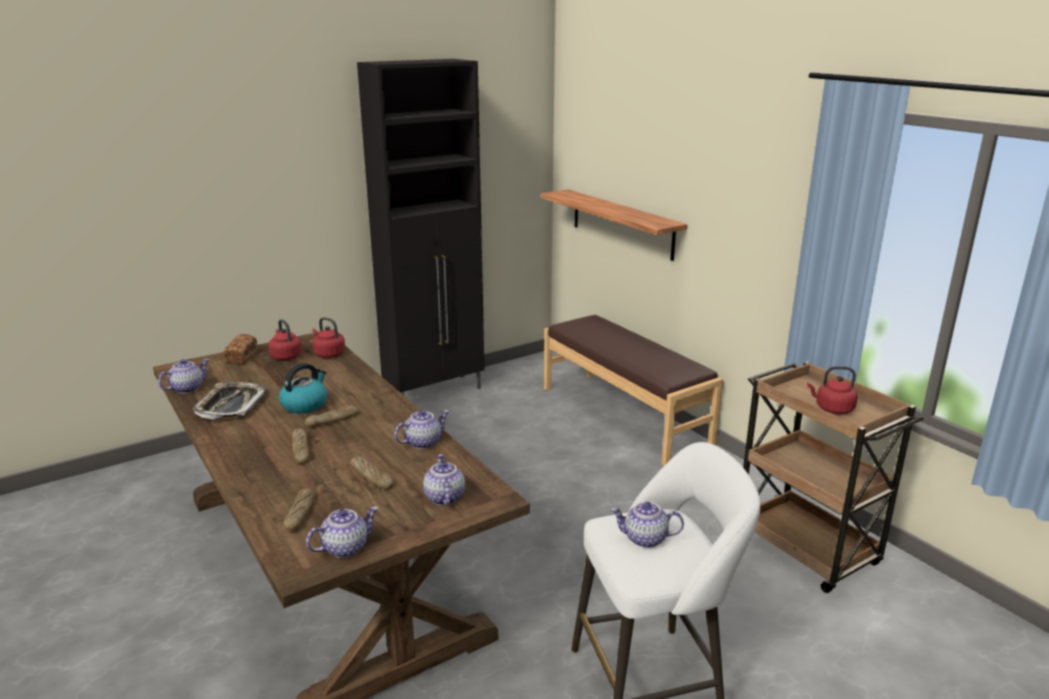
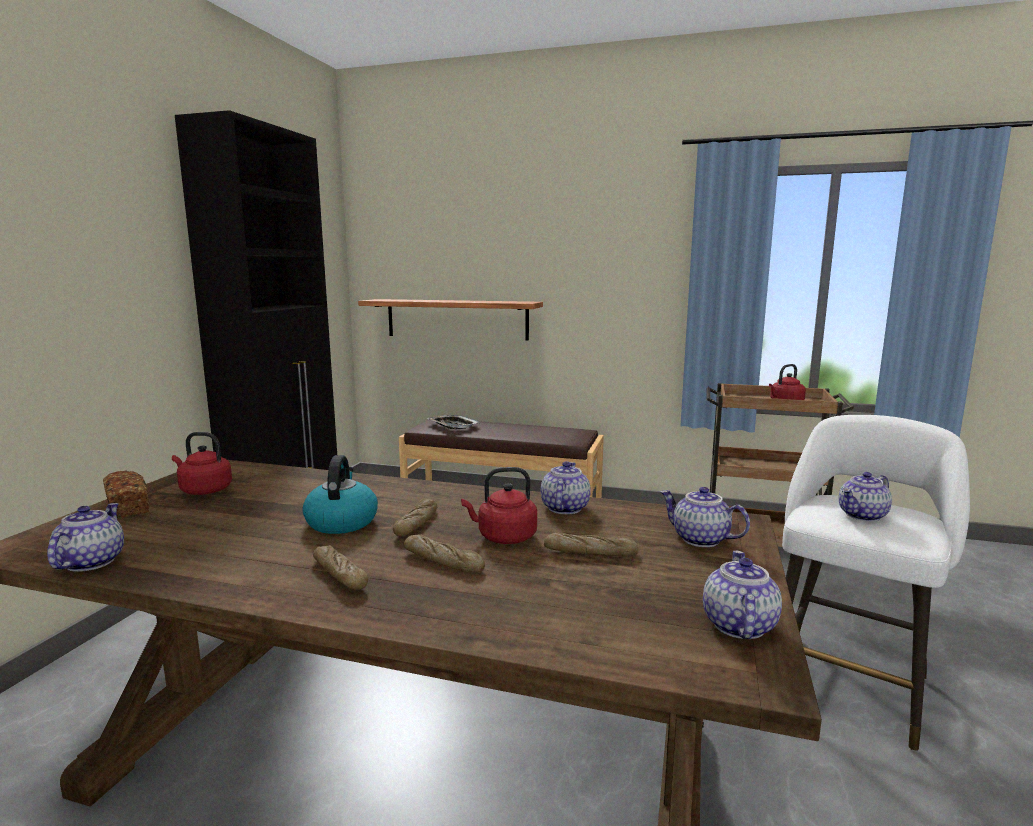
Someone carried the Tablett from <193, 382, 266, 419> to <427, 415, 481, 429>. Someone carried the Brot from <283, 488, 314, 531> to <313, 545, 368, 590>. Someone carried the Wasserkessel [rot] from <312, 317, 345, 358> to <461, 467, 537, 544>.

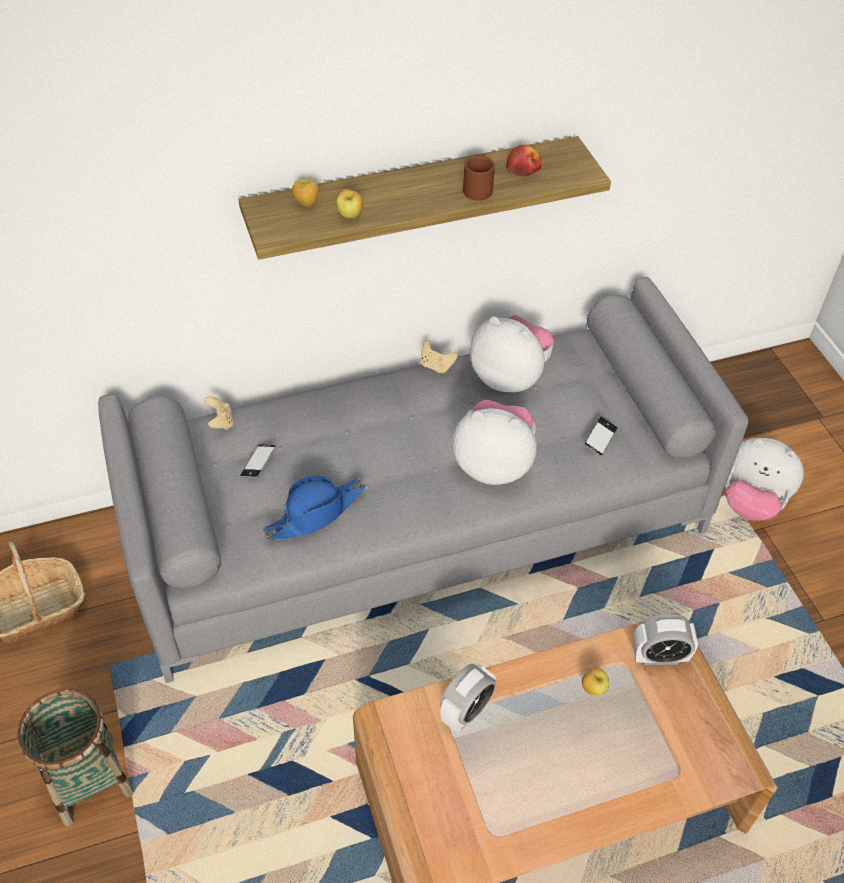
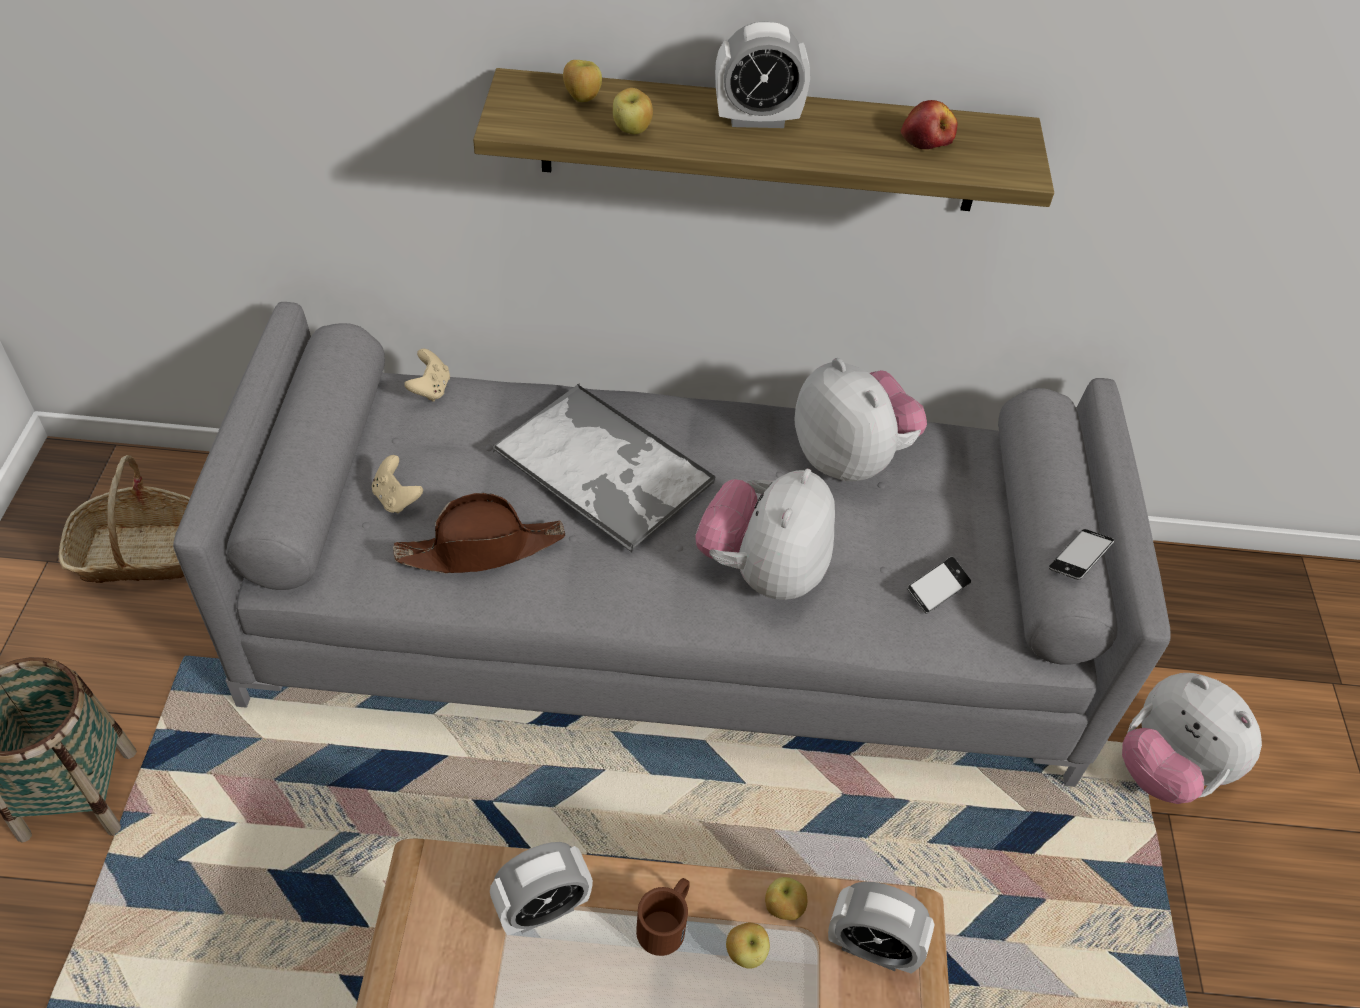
Someone put down the Tablett at <493, 383, 716, 552>. Someone put down the Wecker at <715, 21, 810, 128>. Someone put down the Apfel at <765, 877, 807, 920>. Someone carried the Handy from <240, 444, 276, 478> to <1049, 529, 1114, 580>. Someone carried the Gamepad [beige] from <421, 340, 458, 373> to <372, 455, 423, 514>. Someone carried the Henkelbecher [braun] from <463, 154, 495, 201> to <636, 878, 690, 956>. Someone repainted the Hut [blau] at <263, 475, 365, 540>, which became the Hut [braun] at <393, 493, 566, 573>. Someone rotated the Plüschtier at <452, 400, 537, 485> by 105 degrees counterclockwise.

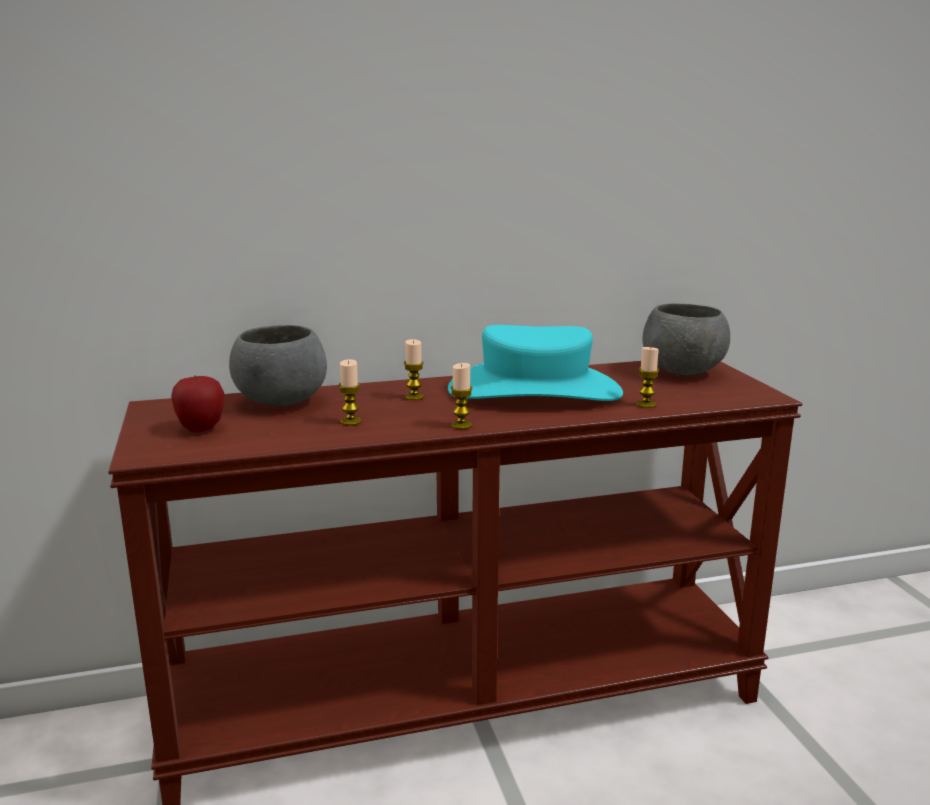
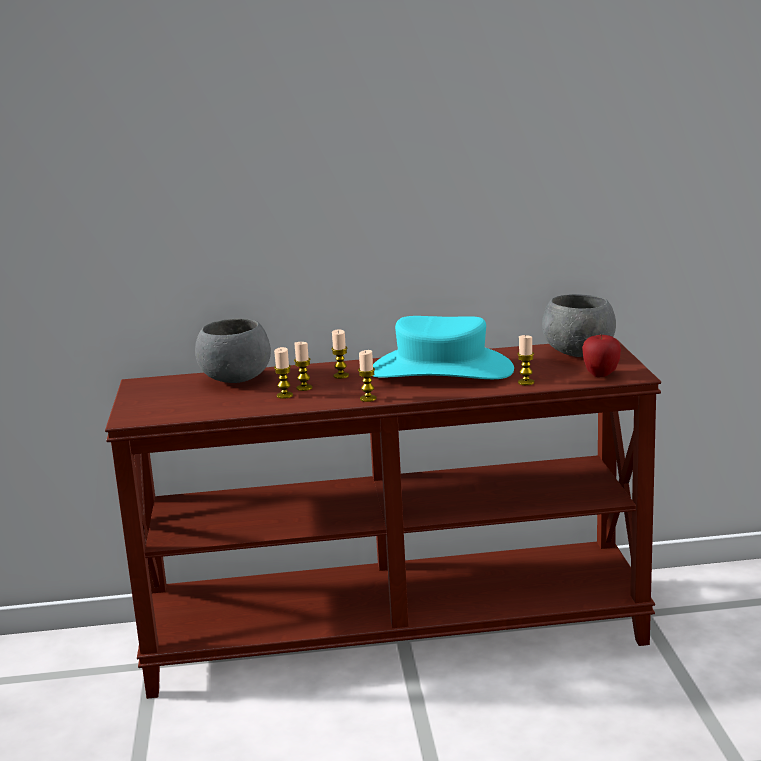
Someone put down the Kerze at <294, 342, 312, 391>. Someone carried the Apfel from <171, 375, 224, 432> to <582, 335, 621, 377>.

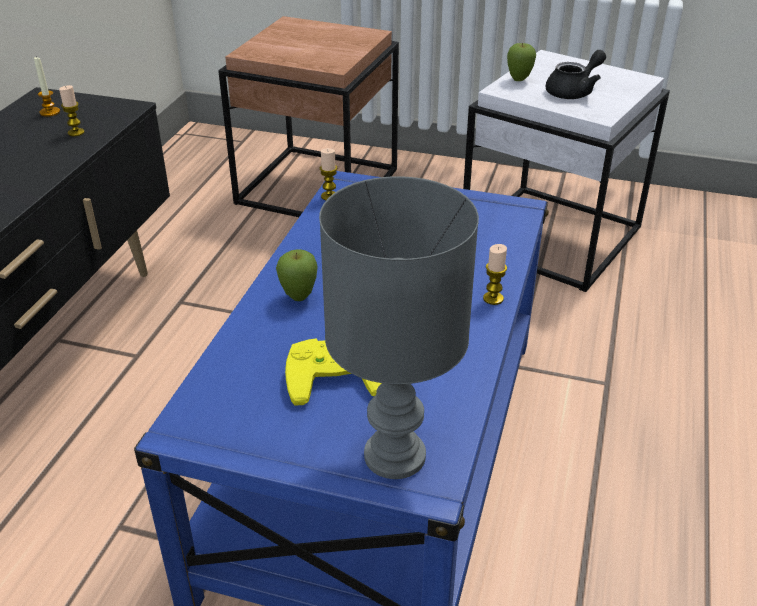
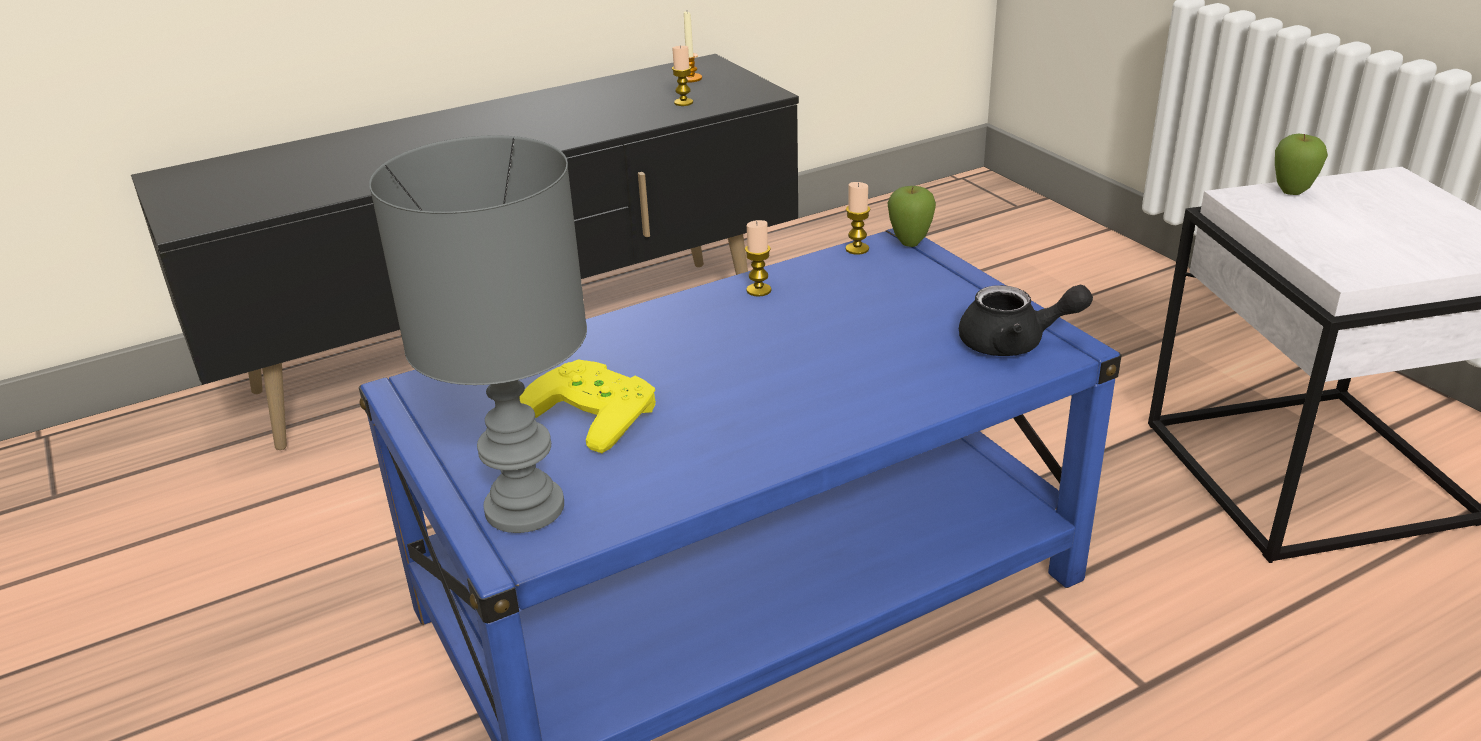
Someone took away the Beistelltisch [braun] at <218, 16, 399, 217>. Someone carried the Apfel from <276, 250, 318, 301> to <888, 186, 936, 247>. Someone carried the Kerze from <483, 244, 507, 305> to <745, 220, 771, 297>. Someone carried the Teekanne [schwarz] from <546, 50, 606, 99> to <959, 285, 1093, 356>.

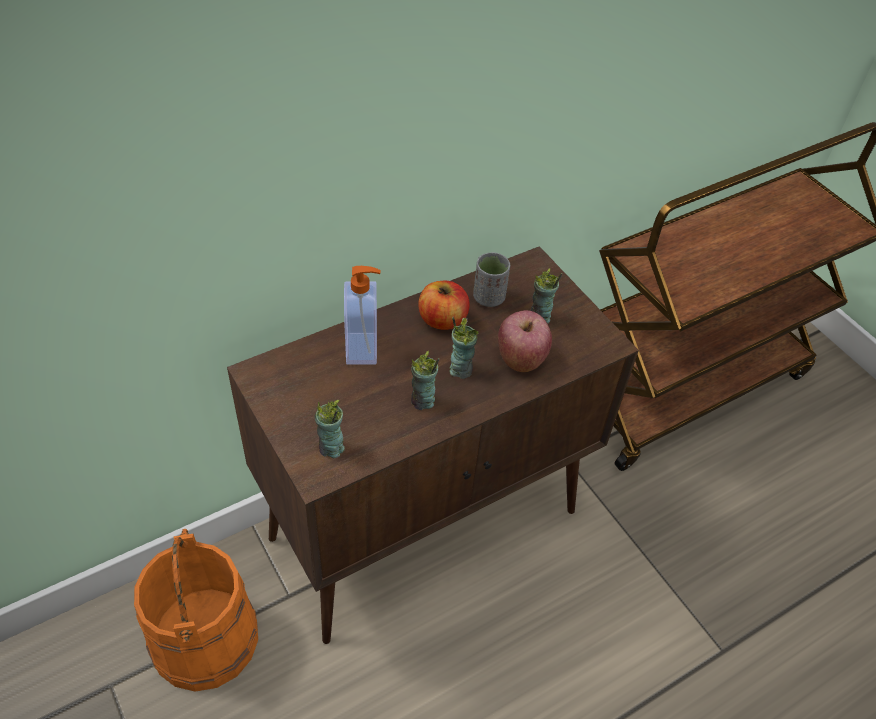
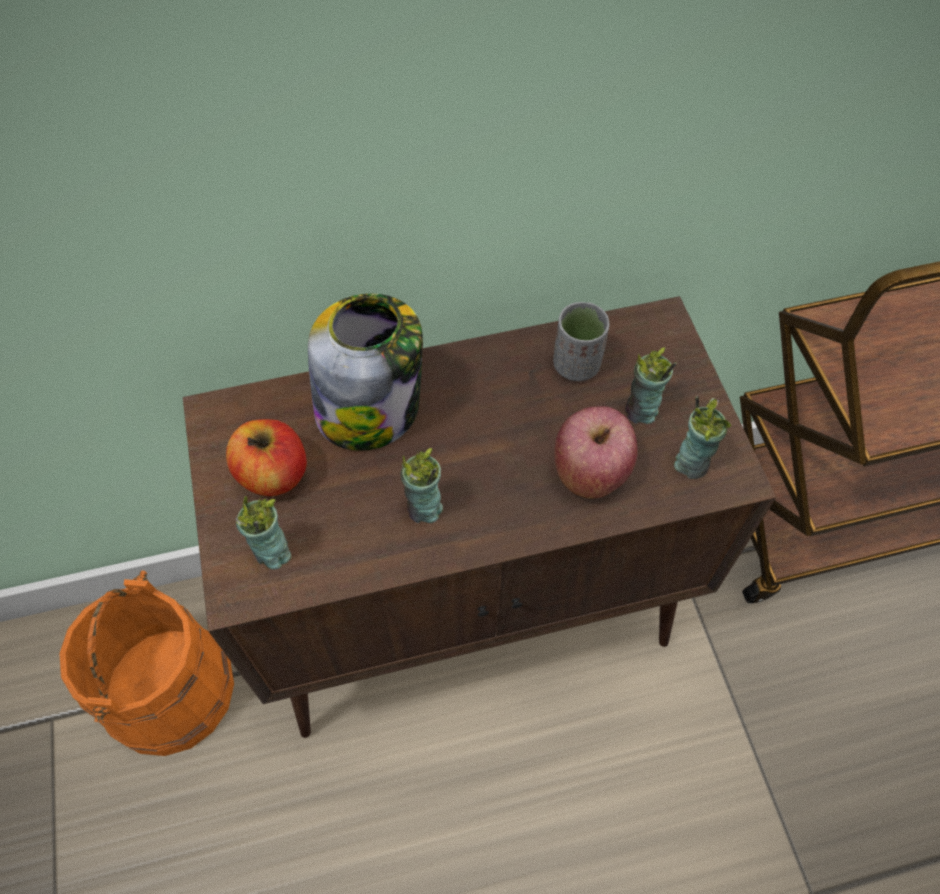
Someone carried the Apfel from <418, 281, 470, 330> to <226, 419, 307, 496>. Someone carried the Tasse from <449, 317, 479, 379> to <674, 396, 731, 479>. Someone swapped the Seifenspender at <344, 266, 380, 365> for the Vorratsglas at <308, 293, 423, 451>.

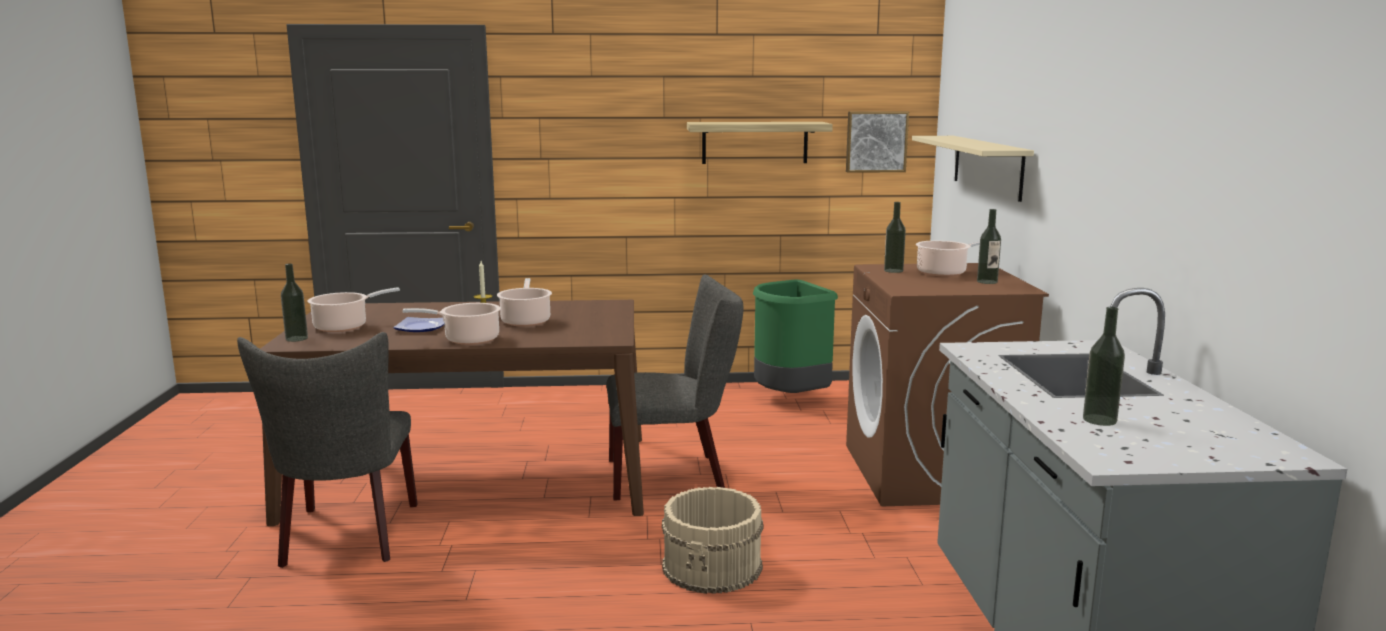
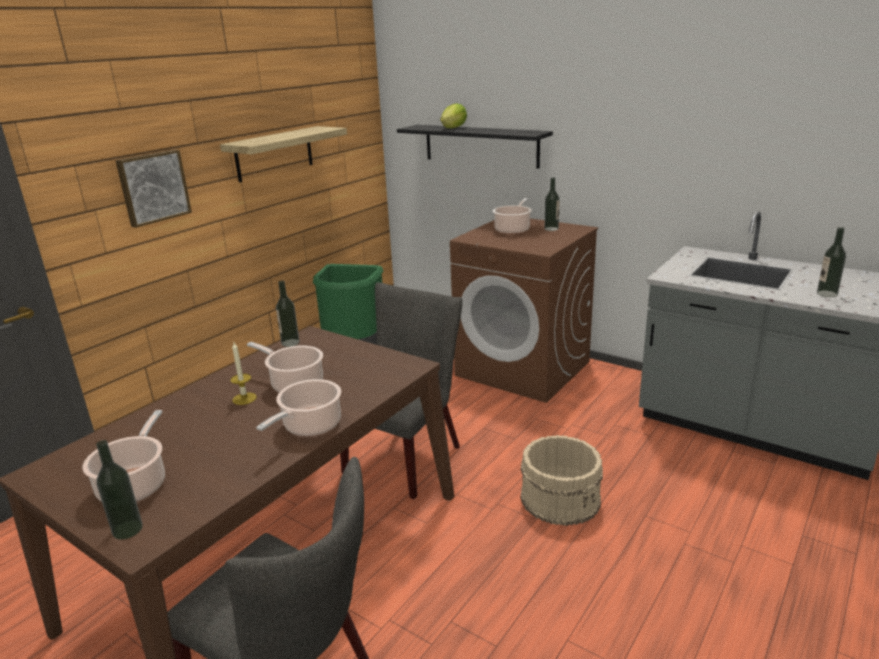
Someone took away the Teller at <393, 317, 444, 332>. Someone put down the Salatkopf at <440, 103, 467, 128>. Someone carried the Bild from <846, 111, 909, 173> to <115, 150, 192, 228>. Someone carried the Flasche from <884, 202, 906, 273> to <276, 280, 300, 347>. Someone repainted the Wandregal [beige] at <912, 136, 1034, 202>, which became the Wandregal [schwarz] at <397, 125, 553, 169>.

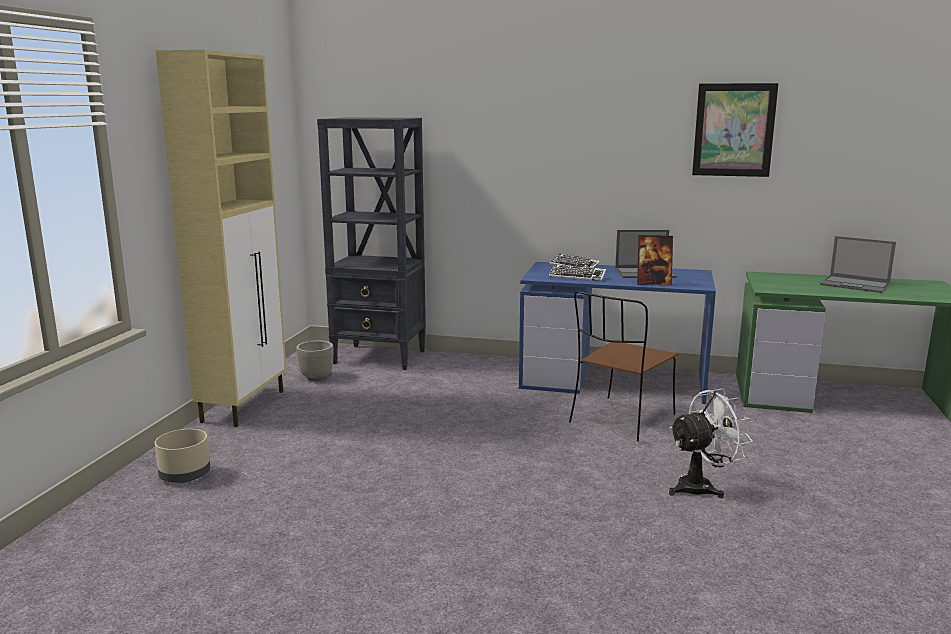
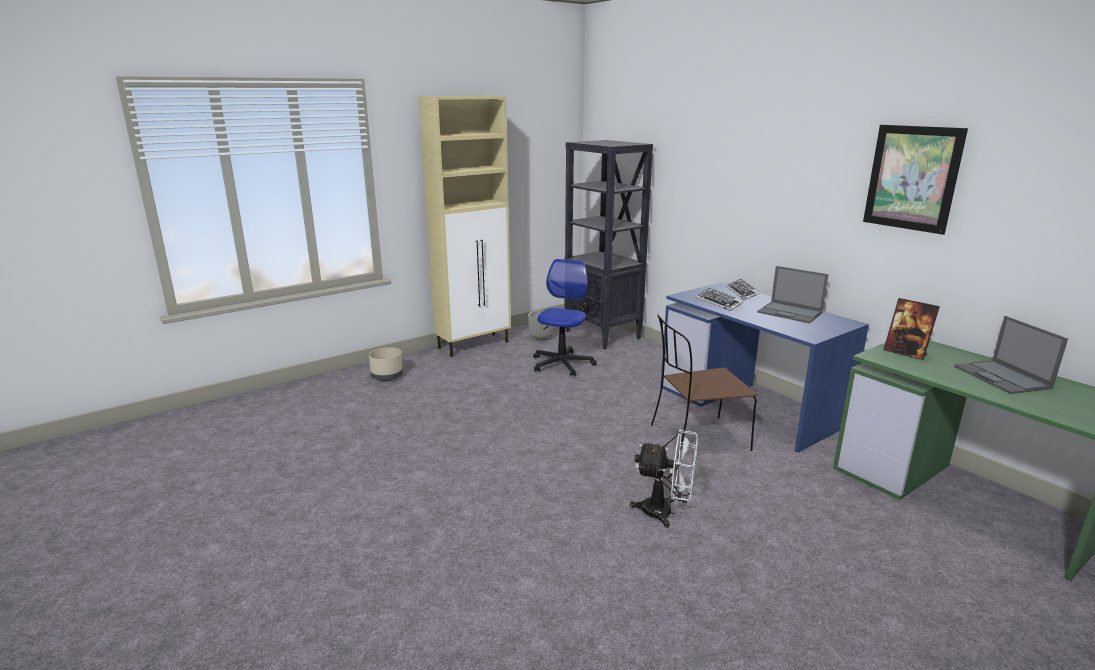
Someone put down the Bürostuhl at <533, 259, 597, 376>. Someone carried the Bilderrahmen from <637, 235, 673, 286> to <883, 298, 940, 360>.

